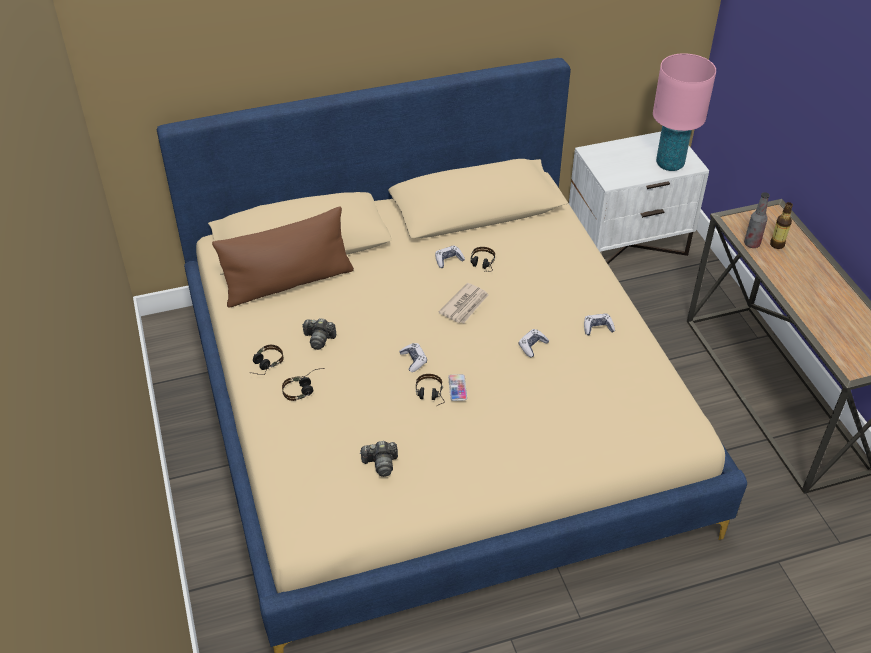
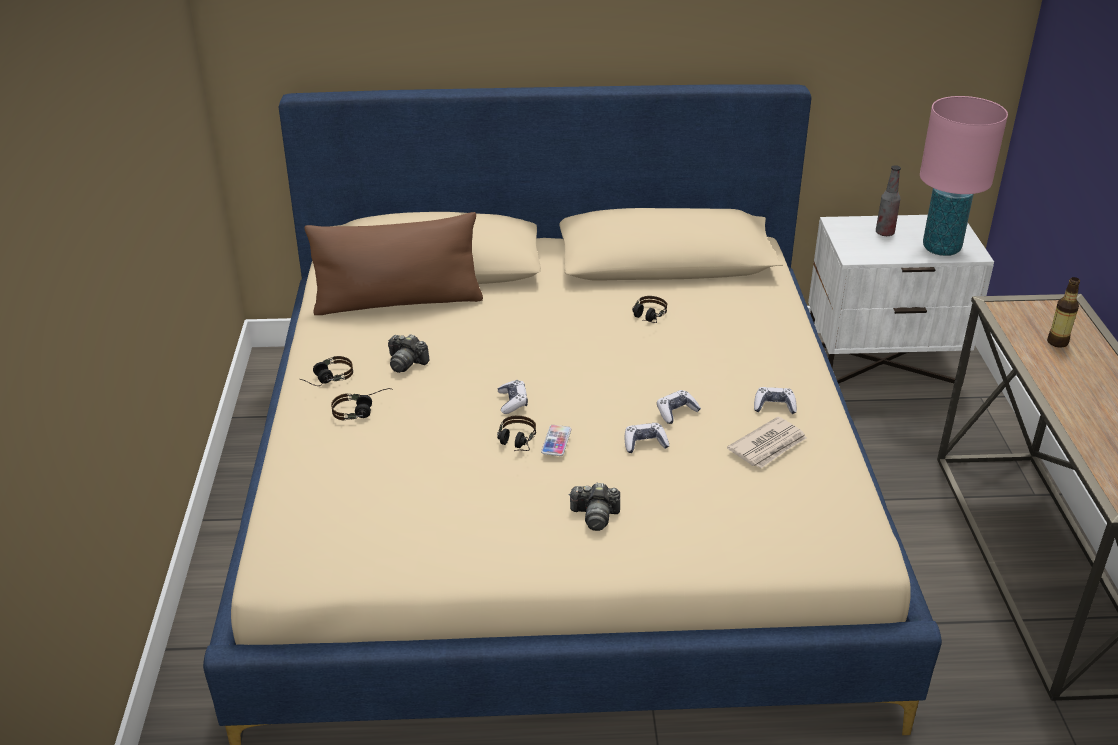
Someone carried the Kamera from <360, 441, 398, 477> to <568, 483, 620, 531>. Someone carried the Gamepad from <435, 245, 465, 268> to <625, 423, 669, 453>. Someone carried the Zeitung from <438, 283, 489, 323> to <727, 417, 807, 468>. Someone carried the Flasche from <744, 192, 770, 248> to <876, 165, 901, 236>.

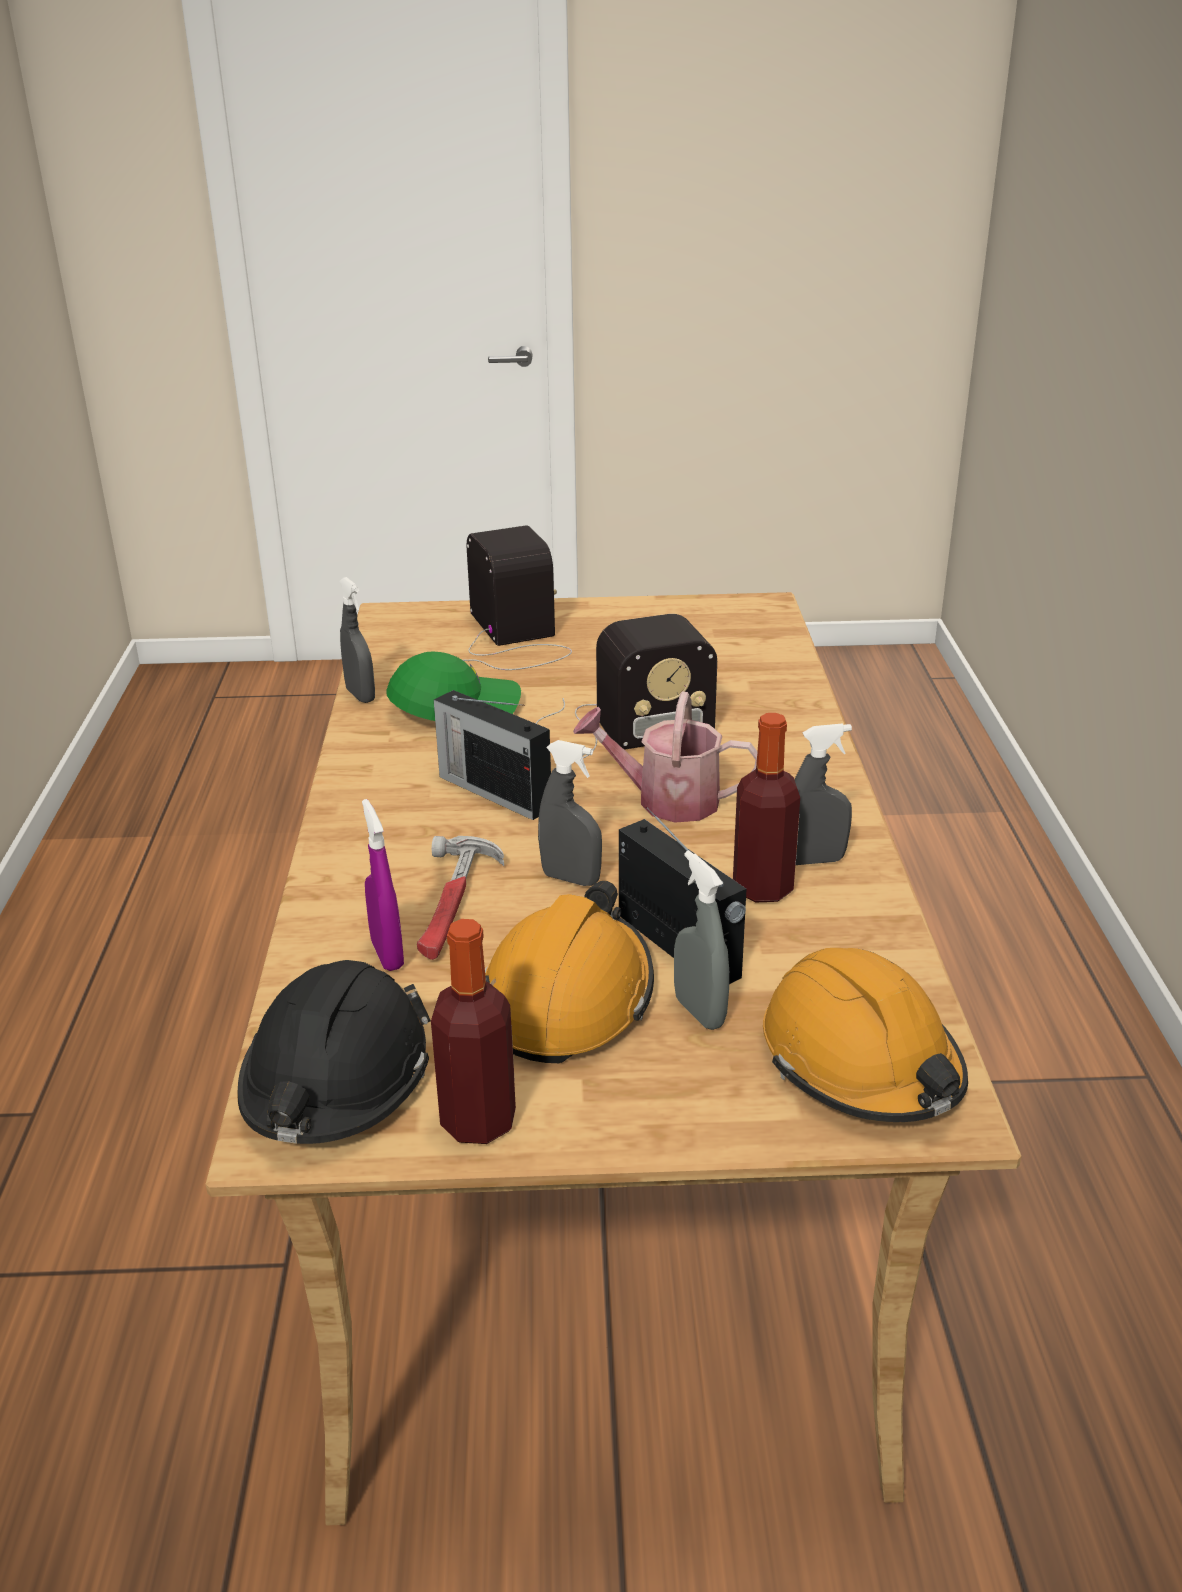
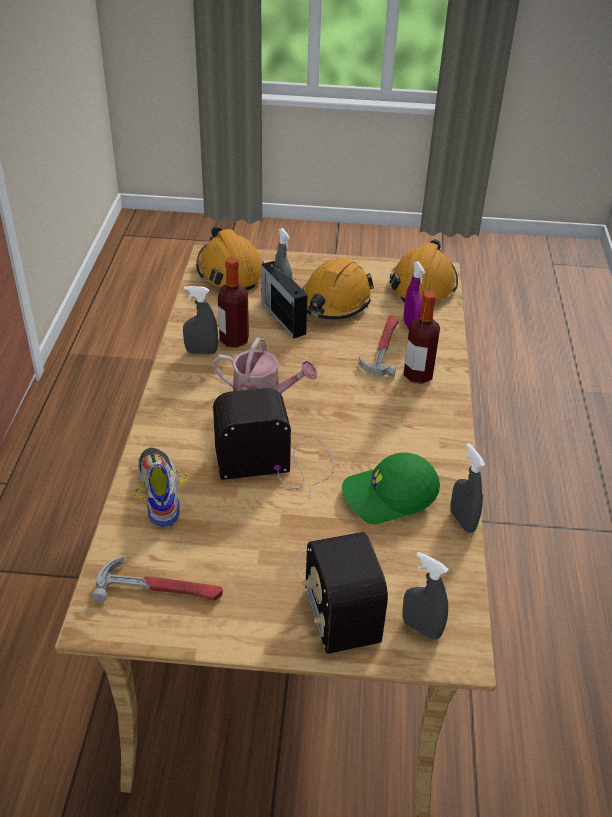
Someone took away the Radio at <434, 690, 551, 820>. Someone put down the Hammer at <92, 557, 223, 602>. Someone put down the Schuh at <132, 448, 188, 527>. Someone carried the Flasche from <431, 919, 516, 1144> to <403, 291, 440, 384>. Someone carried the Sprühflasche [grau] from <538, 740, 602, 886> to <403, 552, 449, 640>. Someone repainted the Schutzhelm [schwarz] at <237, 960, 431, 1144>, which became the Schutzhelm [orange] at <389, 239, 458, 302>.

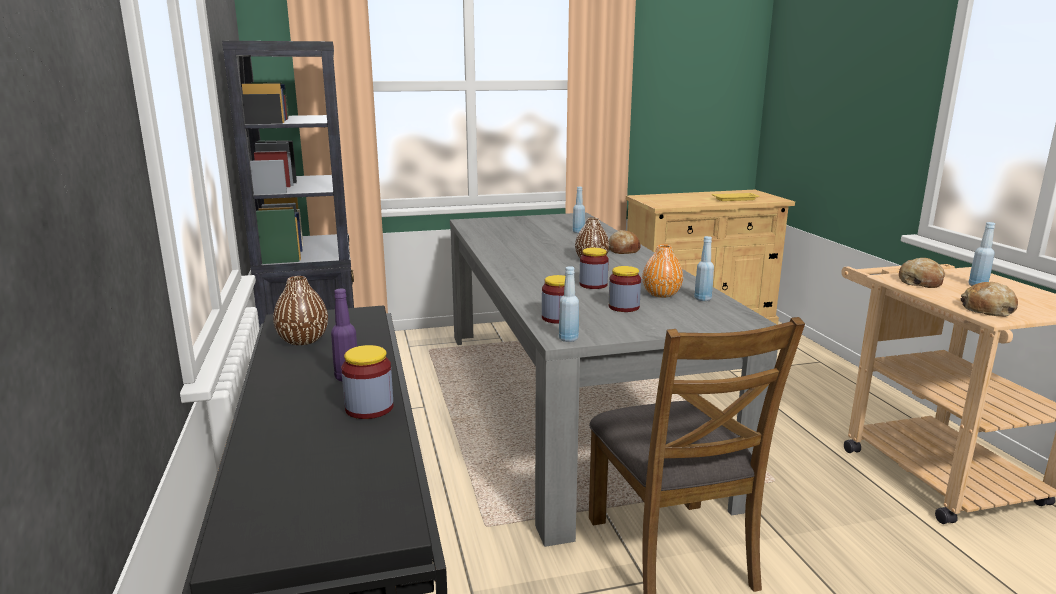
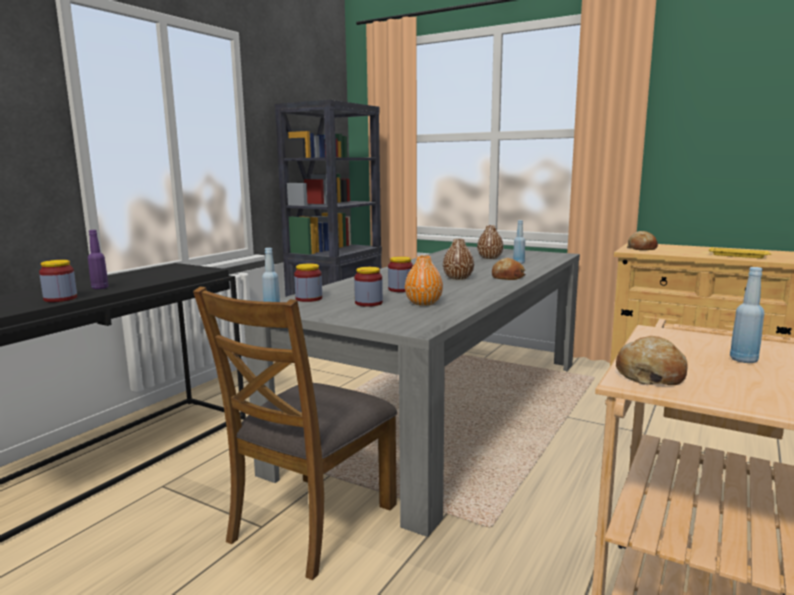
Someone took away the Flasche [blau] at <694, 236, 714, 301>. Someone carried the Vase [braun] from <273, 276, 328, 345> to <477, 225, 503, 259>. Someone carried the Brot from <899, 258, 945, 288> to <627, 231, 658, 250>.

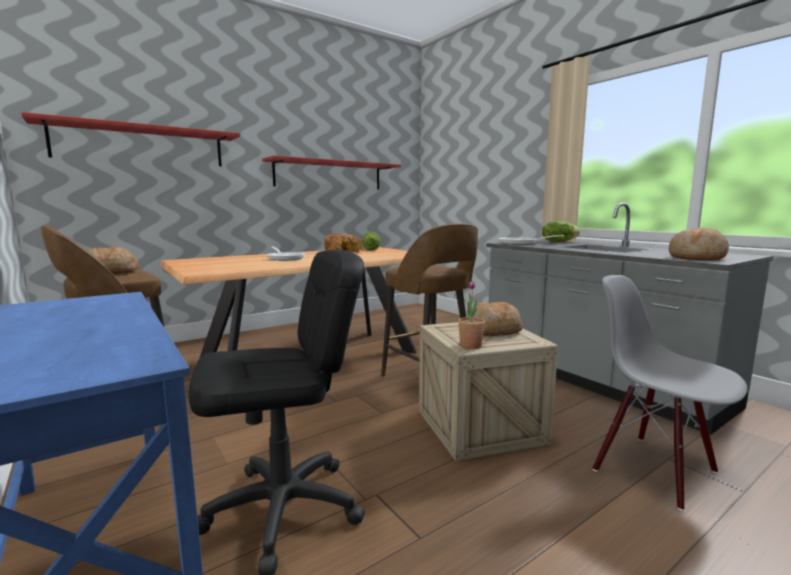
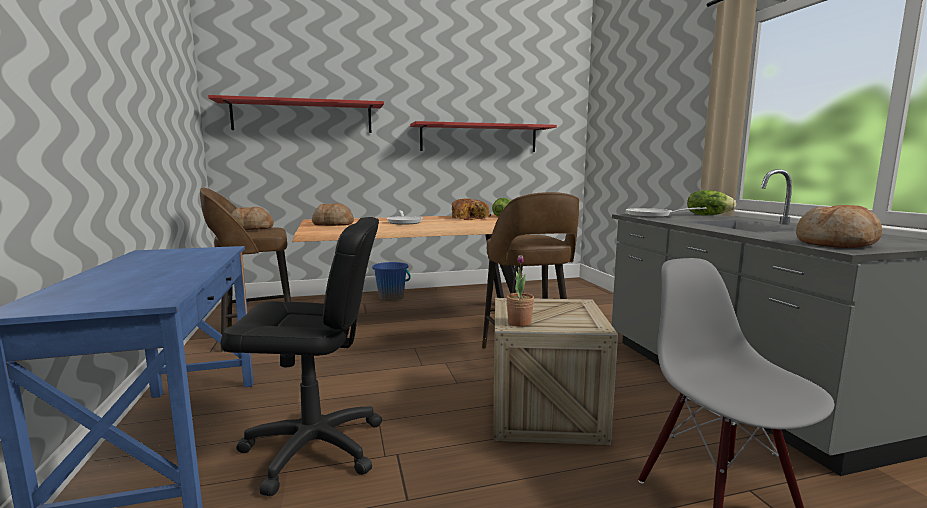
Someone put down the Eimer [blau] at <372, 262, 411, 301>. Someone carried the Brot from <473, 302, 523, 336> to <312, 203, 354, 226>.

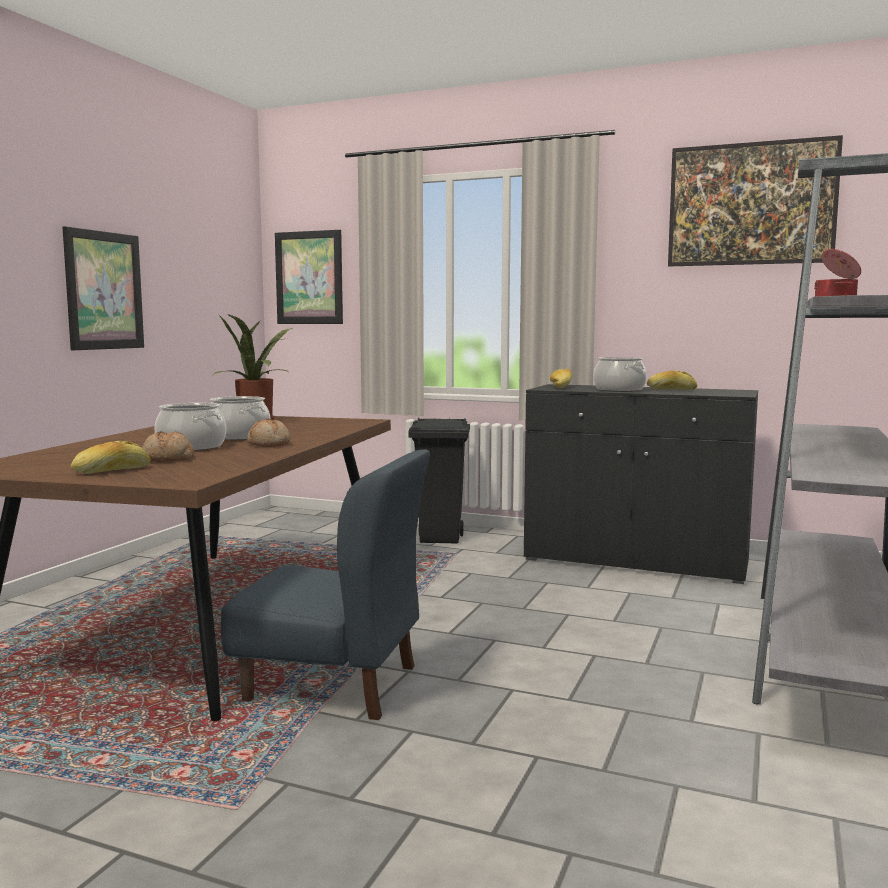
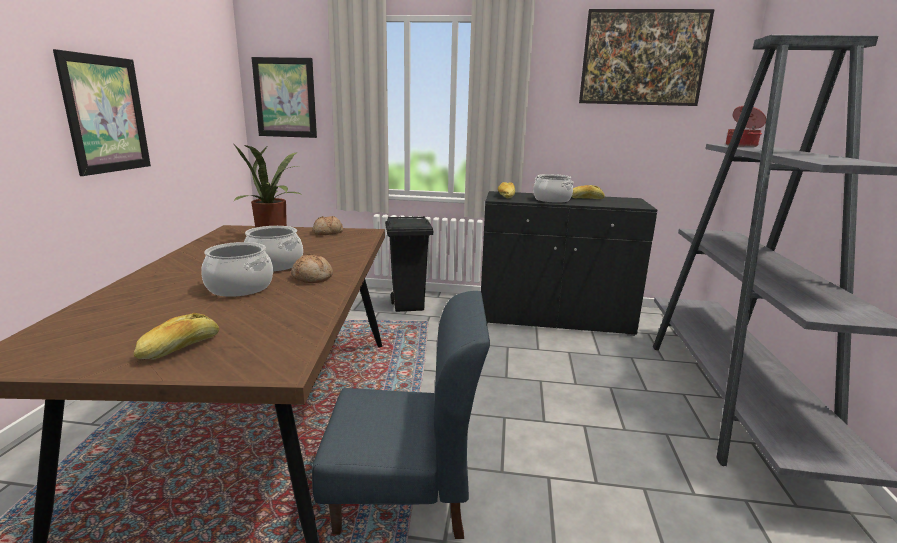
Someone carried the Brot from <142, 431, 194, 462> to <313, 216, 343, 235>.

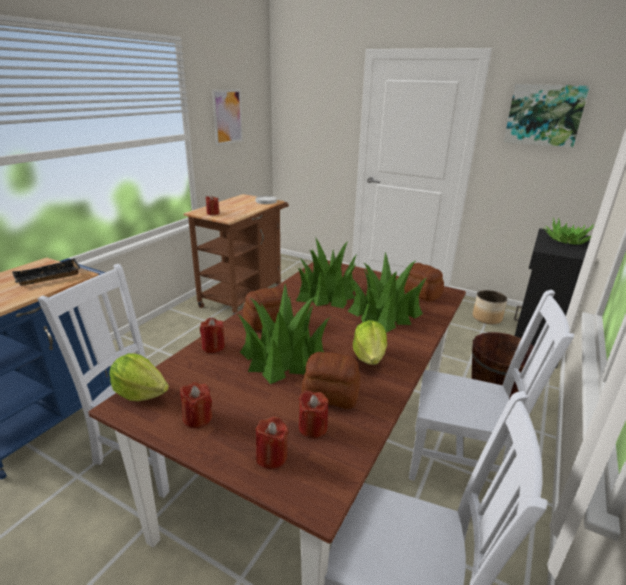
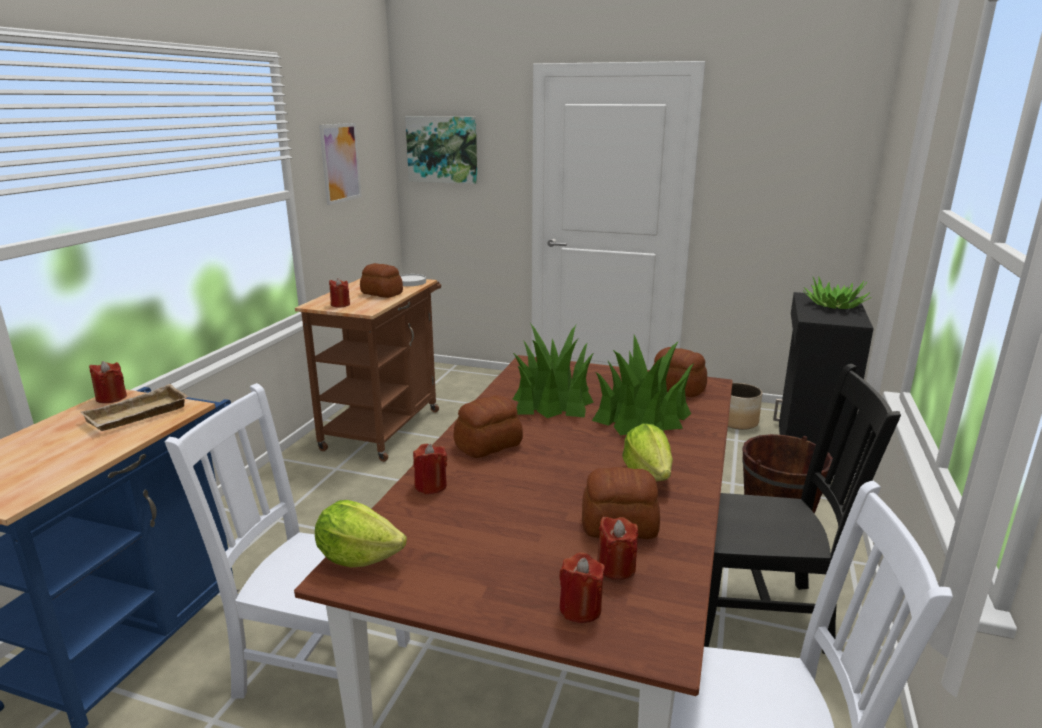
Someone took away the Topfpflanze at <238, 284, 329, 384>. Someone put down the Brot at <360, 263, 403, 298>. Someone carried the Kerze [rot] from <180, 382, 212, 428> to <89, 361, 127, 403>. Someone carried the Bild from <504, 84, 590, 148> to <405, 116, 477, 184>. Someone repainted the Tablett [schwarz] at <12, 258, 80, 286>, which became the Tablett [beige] at <81, 384, 189, 431>. Someone repainted the Stuhl [weiß] at <409, 290, 574, 484>, which became the Stuhl [schwarz] at <704, 364, 901, 654>.

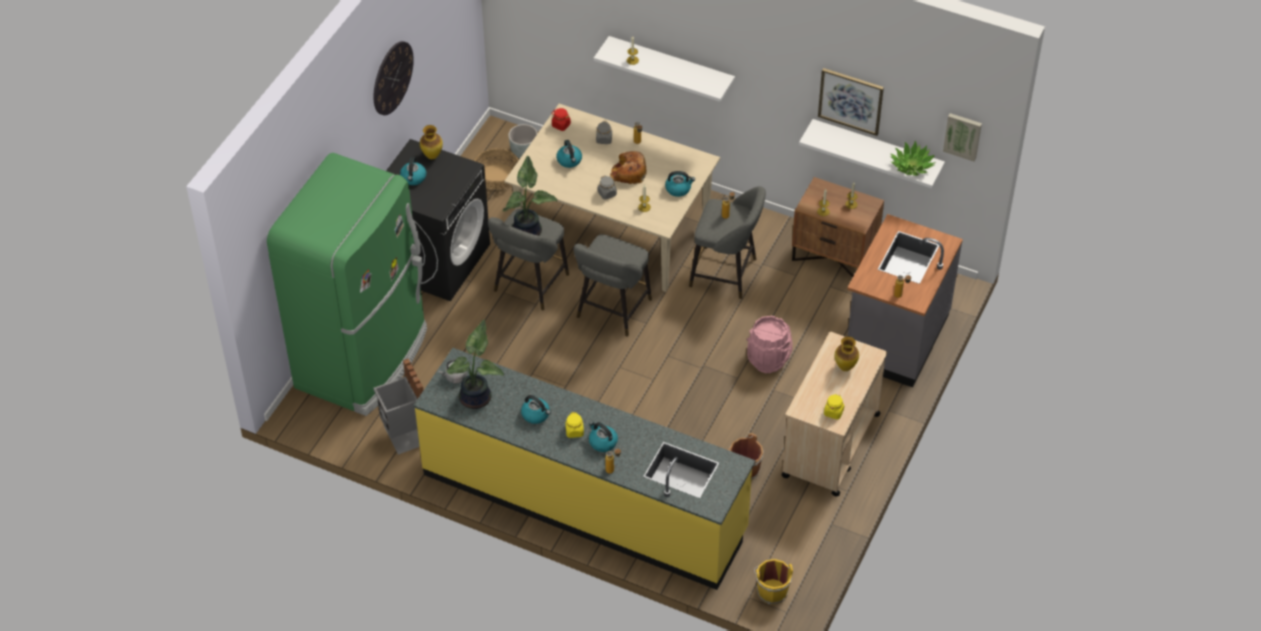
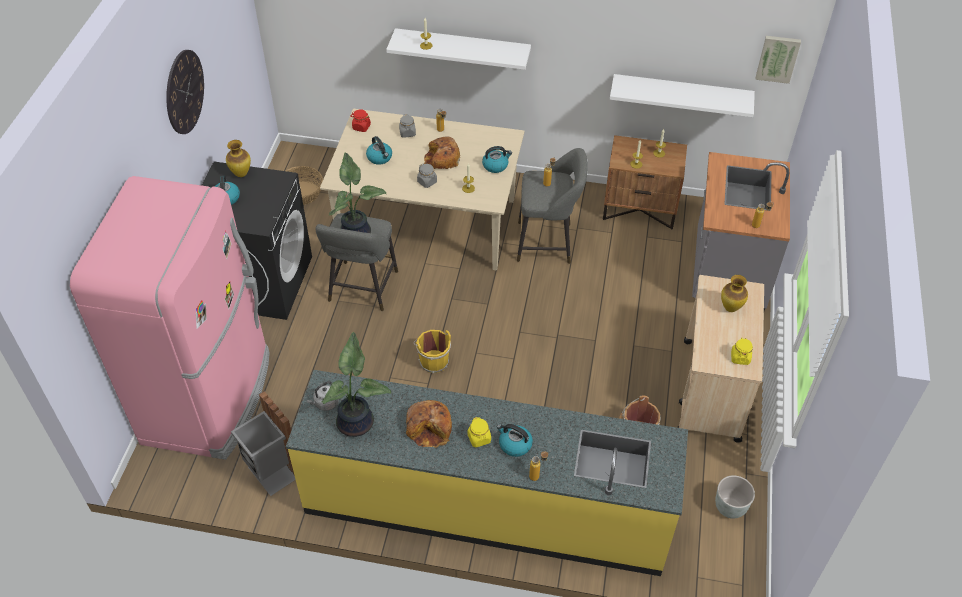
Someone took away the Hocker [grau] at <574, 234, 652, 337>. Someone took away the Eimer [rosa] at <746, 316, 793, 373>. Someone took away the Bild at <818, 68, 884, 136>. Someone took away the Topfpflanze at <890, 141, 936, 176>. Someone carried the Pflanzkübel [grau] from <508, 124, 538, 158> to <715, 475, 755, 519>. Someone carried the Eimer [gelb] from <754, 559, 793, 605> to <414, 330, 451, 373>. Someone swapped the Wasserkessel at <521, 395, 551, 424> for the Brot at <406, 400, 452, 448>. Someone repainted the Kühlschrank [grün] at <267, 153, 427, 416>, which became the Kühlschrank [rosa] at <70, 176, 270, 460>.

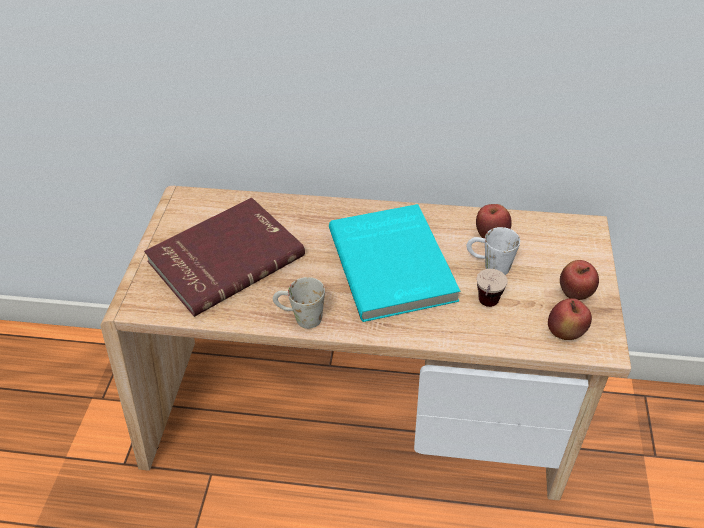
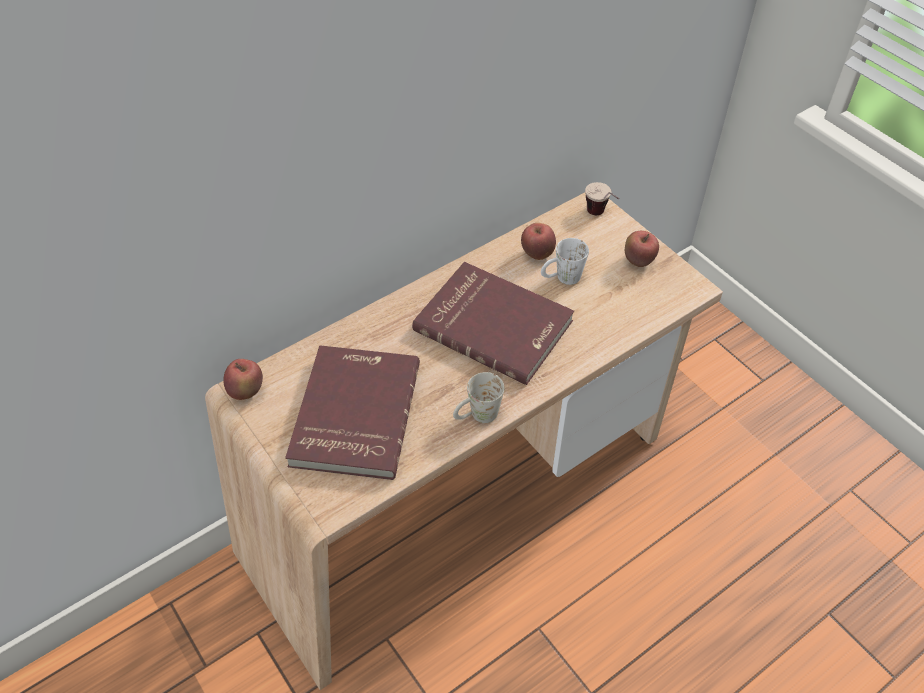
Someone carried the Tasse from <477, 269, 508, 307> to <585, 182, 619, 215>. Someone carried the Apfel from <548, 298, 592, 340> to <223, 359, 263, 400>. Someone repainted the Buch [türkis] at <329, 204, 460, 322>, which became the Buch [rot] at <412, 262, 574, 385>.

